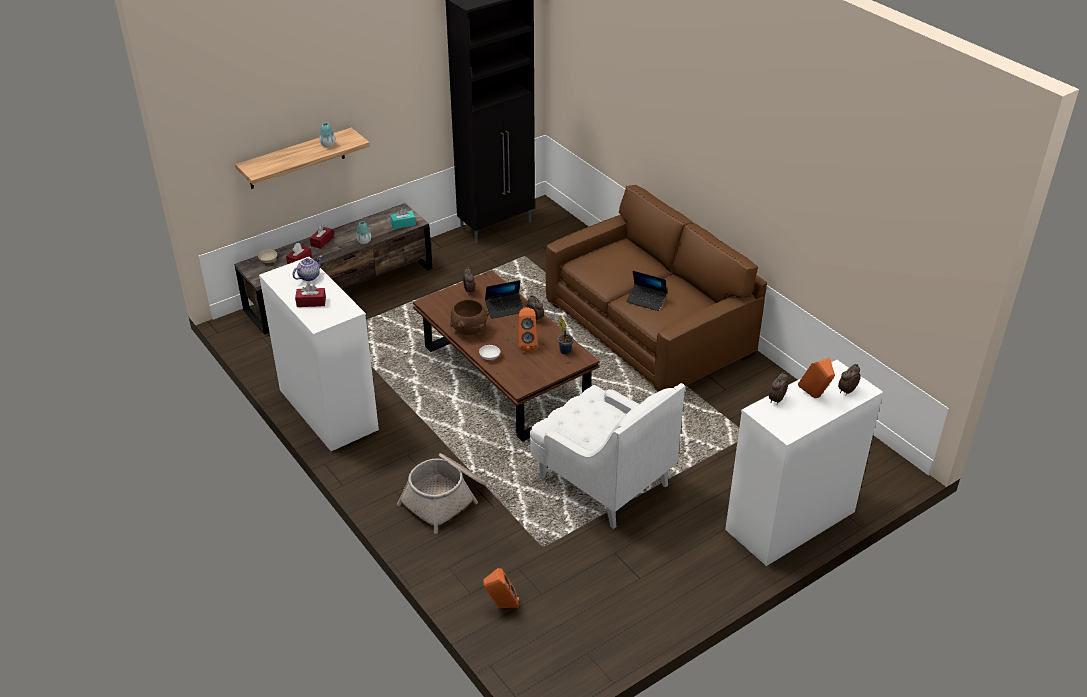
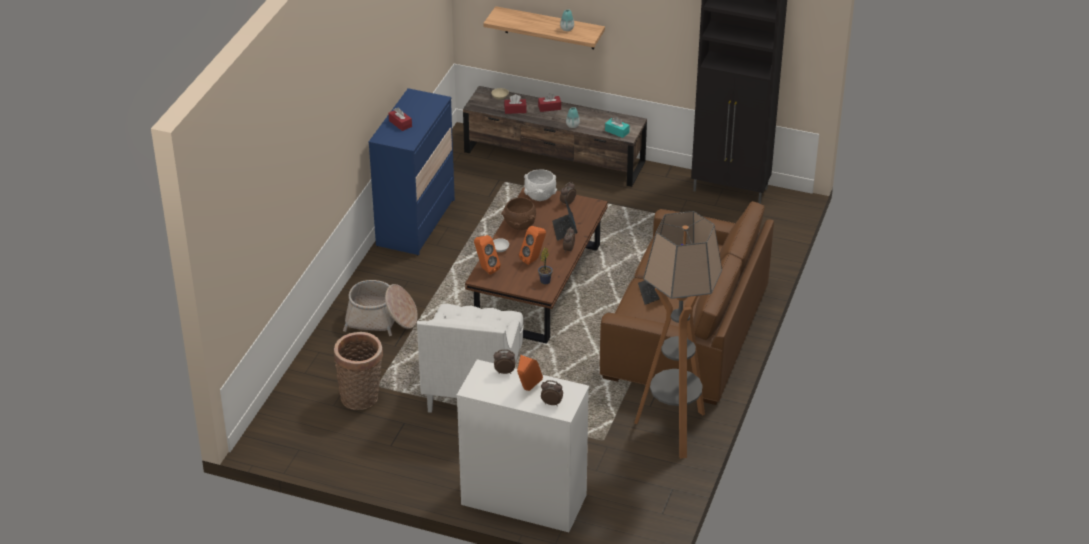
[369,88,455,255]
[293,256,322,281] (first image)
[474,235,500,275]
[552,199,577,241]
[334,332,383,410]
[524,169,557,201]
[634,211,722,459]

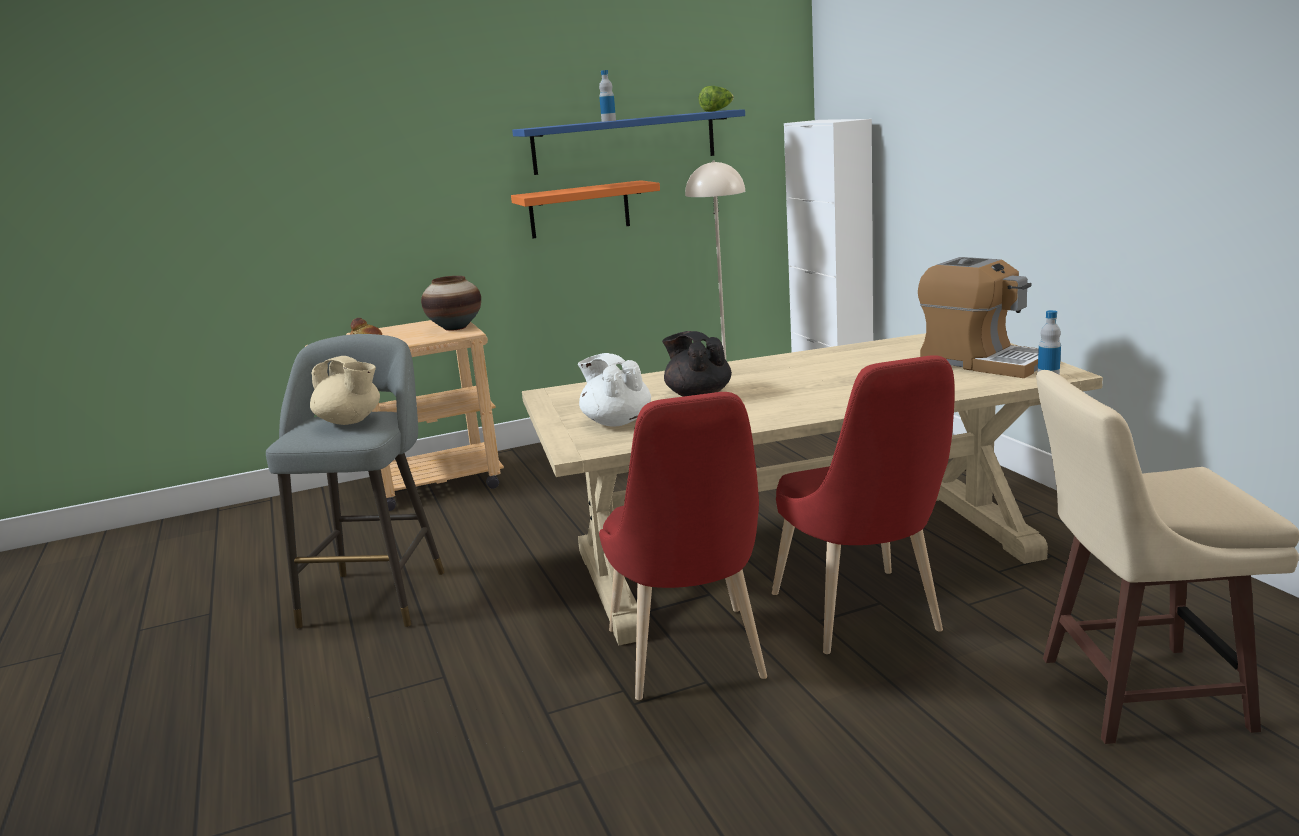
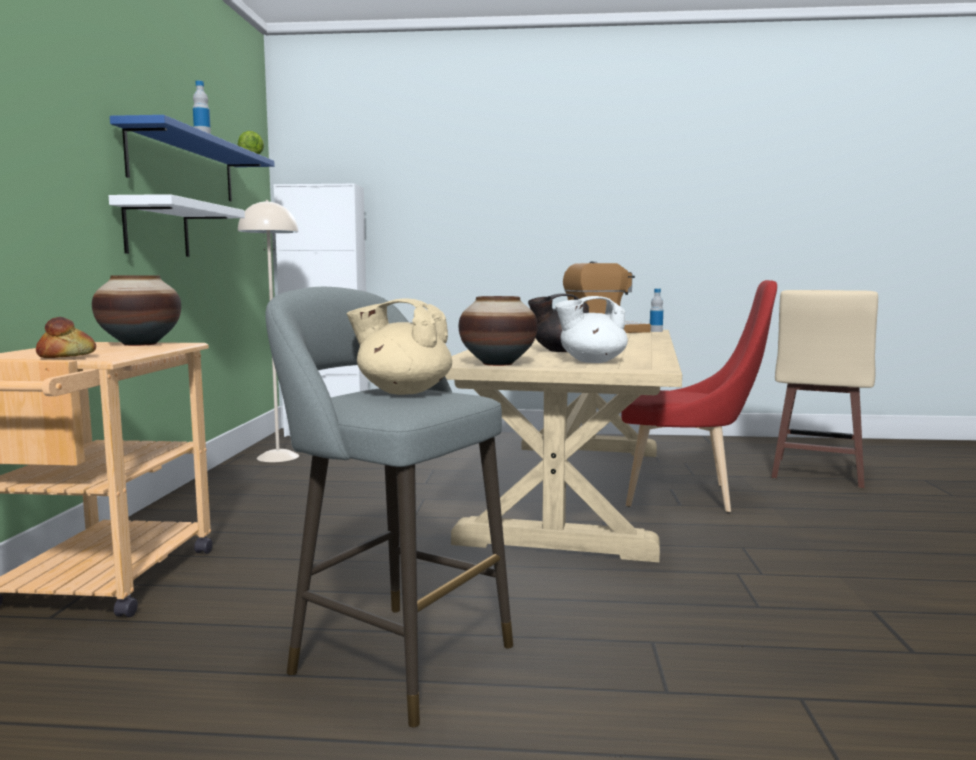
[347,299,452,395]
[109,194,245,257]
[599,392,767,700] (first image)
[459,296,538,366]

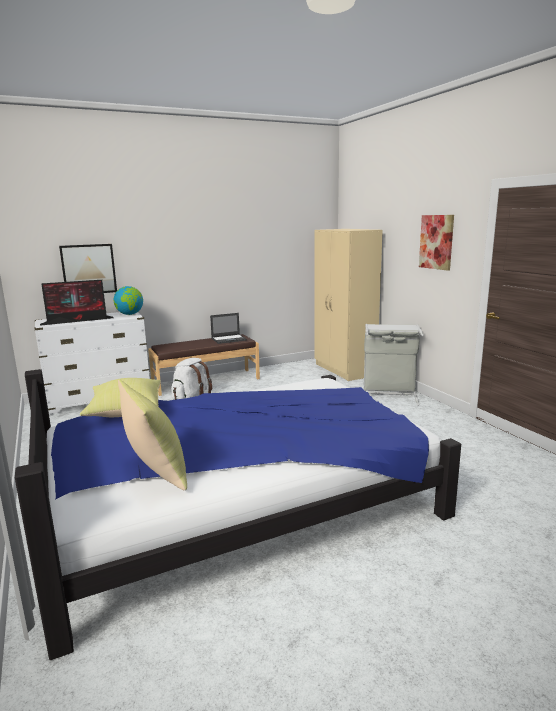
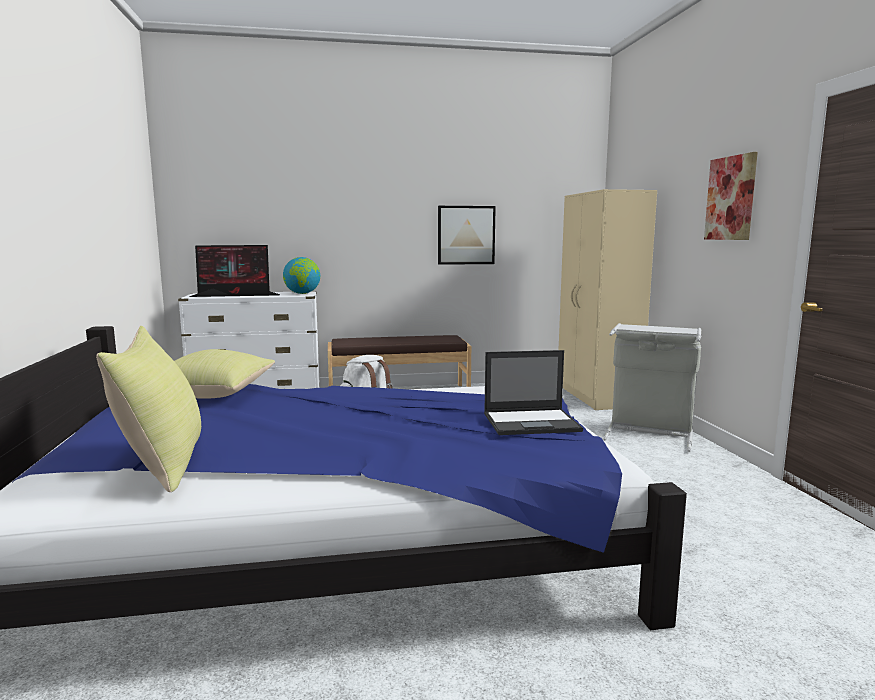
[438,206,496,265]
[484,350,583,435]

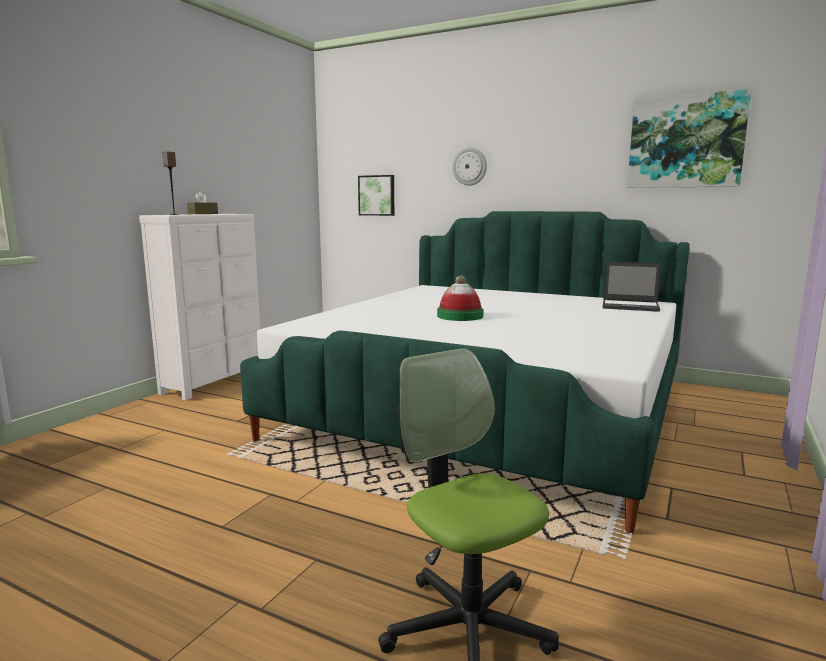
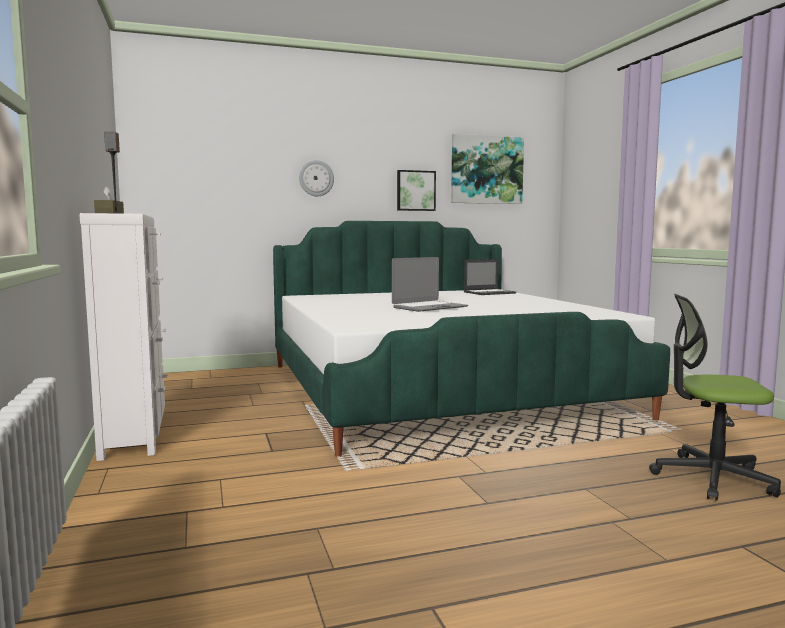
[397,170,436,211]
[392,257,468,312]

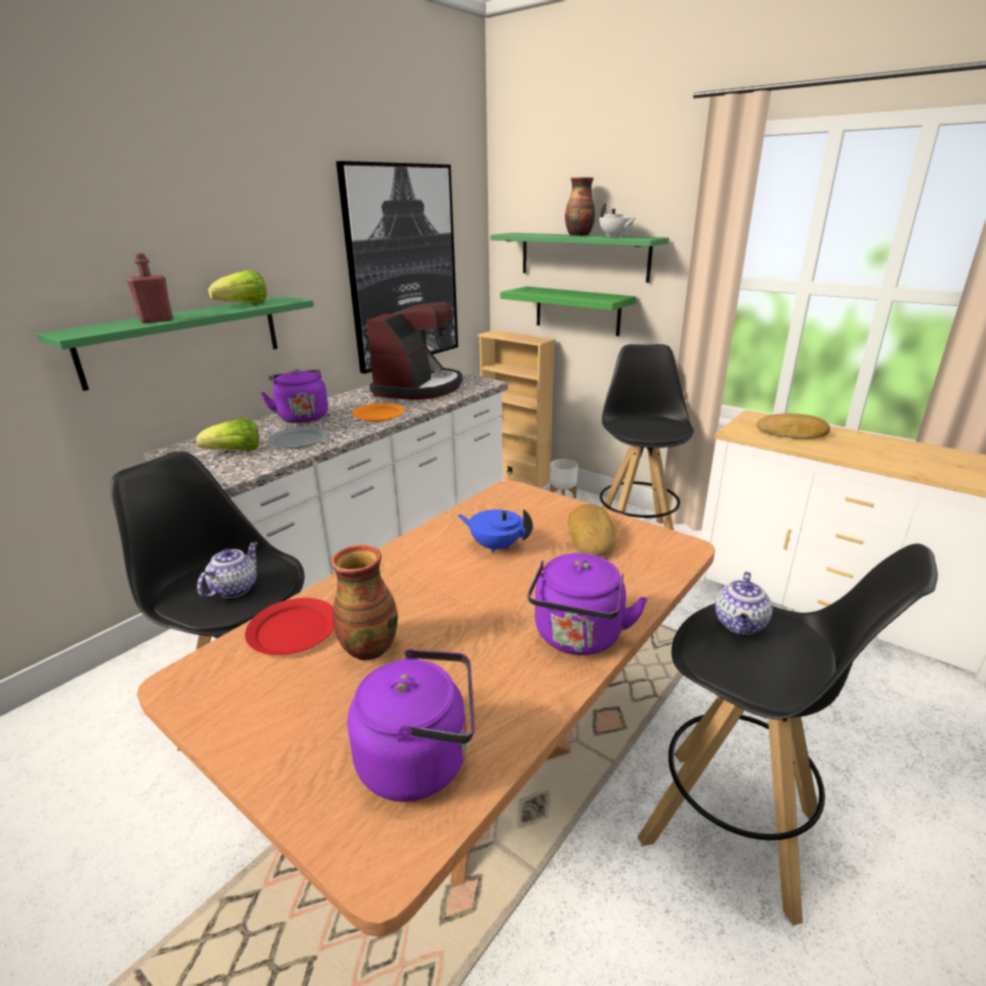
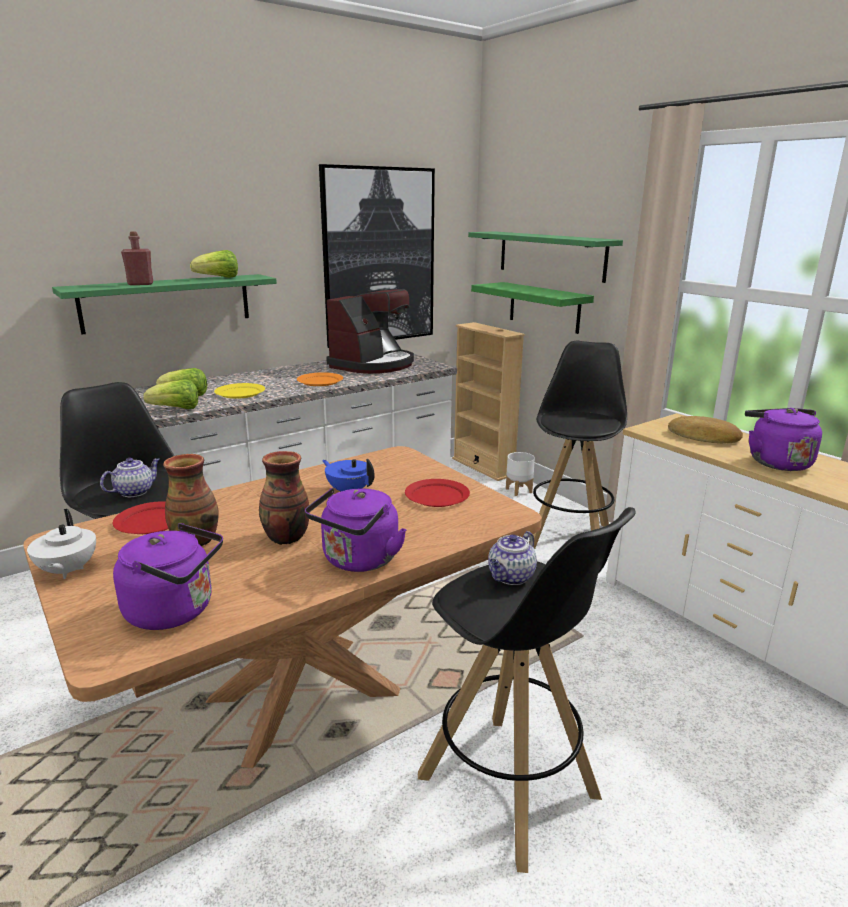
[745,408,822,471]
[214,383,265,399]
[259,451,310,545]
[405,479,470,507]
[27,509,96,579]
[143,379,198,409]

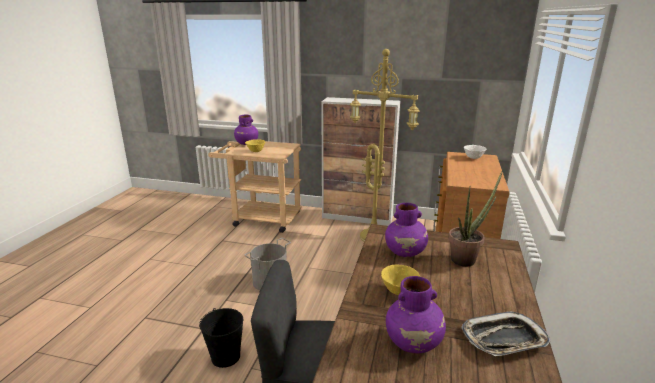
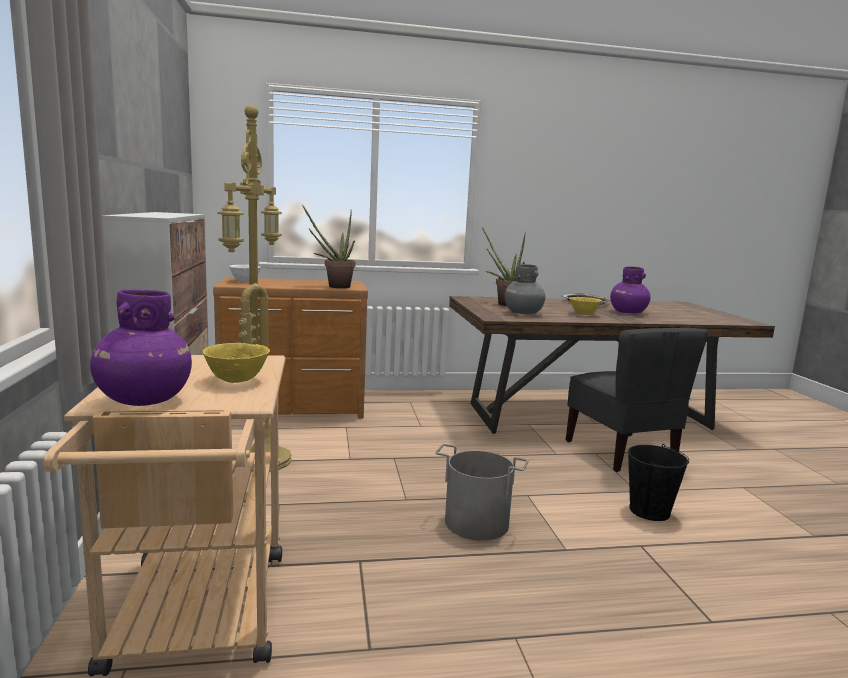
[504,264,546,314]
[302,205,355,288]

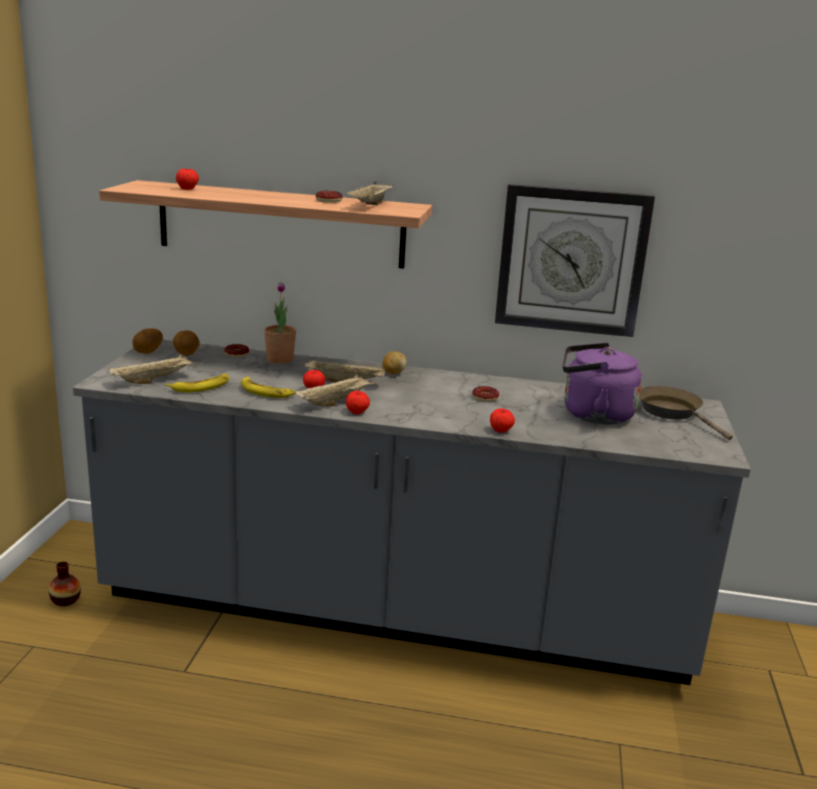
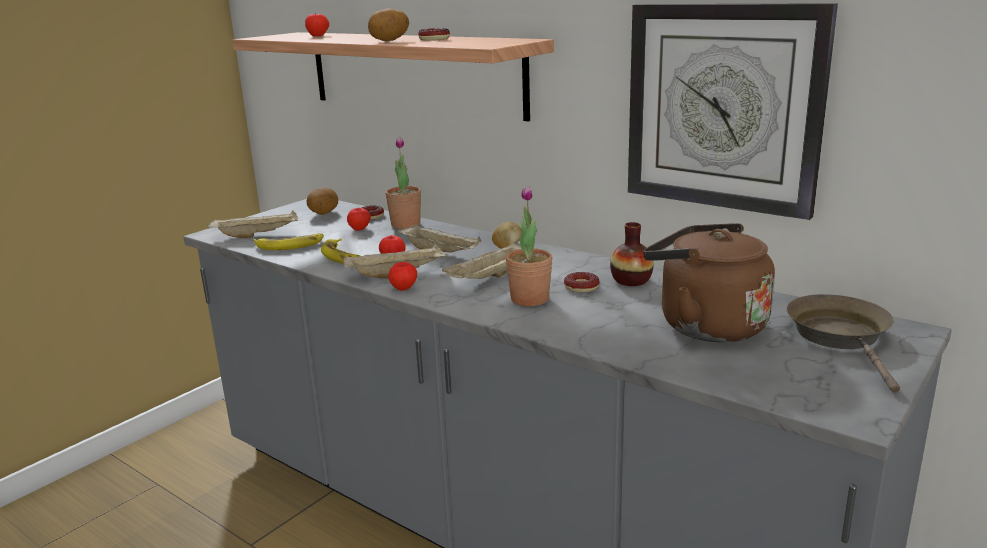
[610,222,654,286]
[368,8,409,41]
[442,241,521,279]
[347,208,371,231]
[643,223,775,342]
[506,186,553,306]

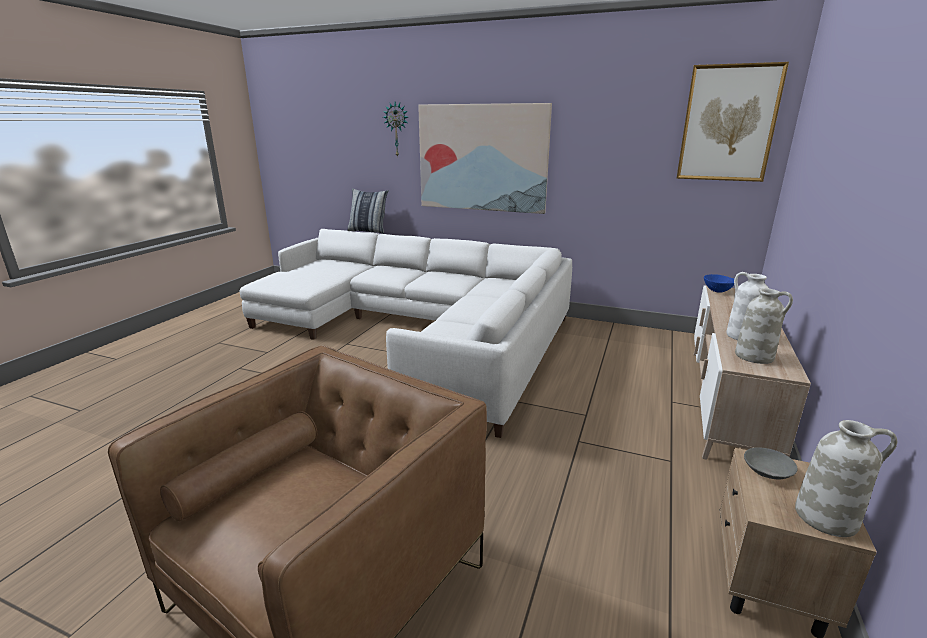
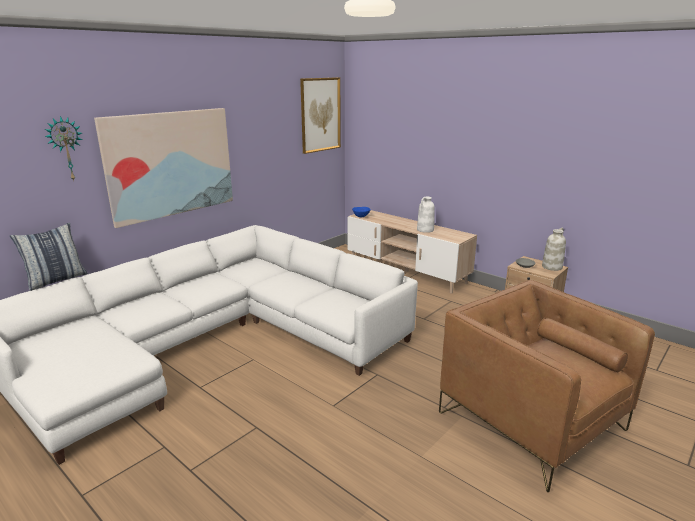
[735,288,793,364] (first image)

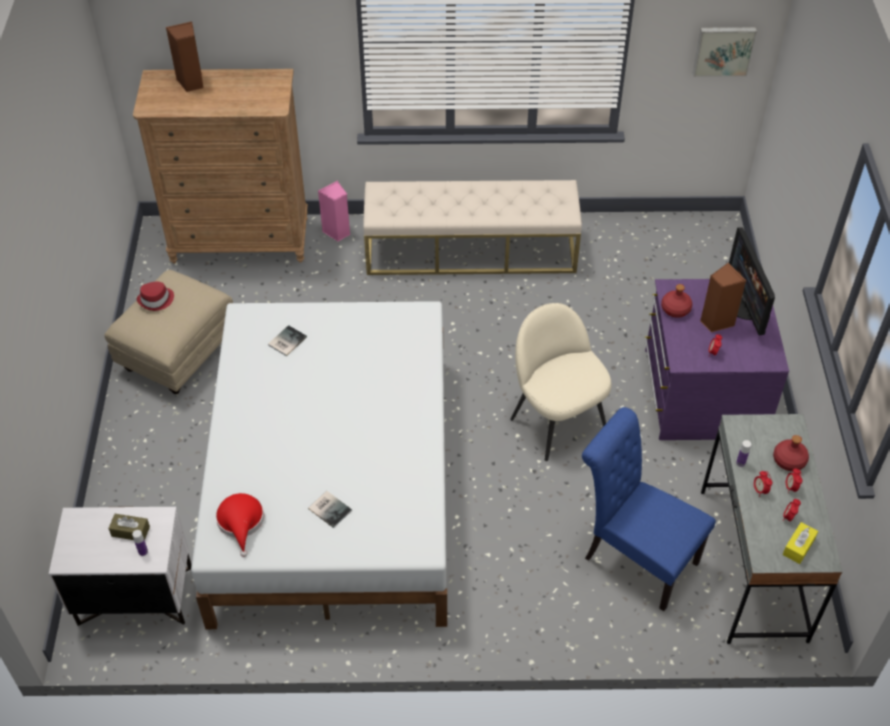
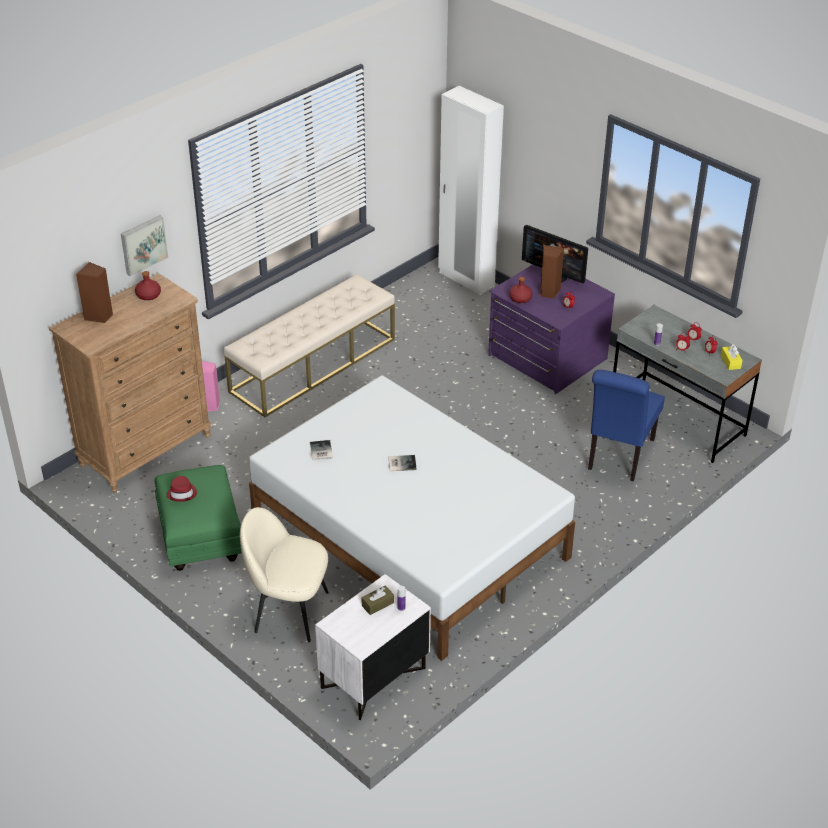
[154,465,242,571]
[216,493,264,557] (first image)
[388,455,417,471]
[240,507,329,642]
[588,370,665,481]
[121,215,168,276]
[135,271,161,300]
[438,86,504,295]

